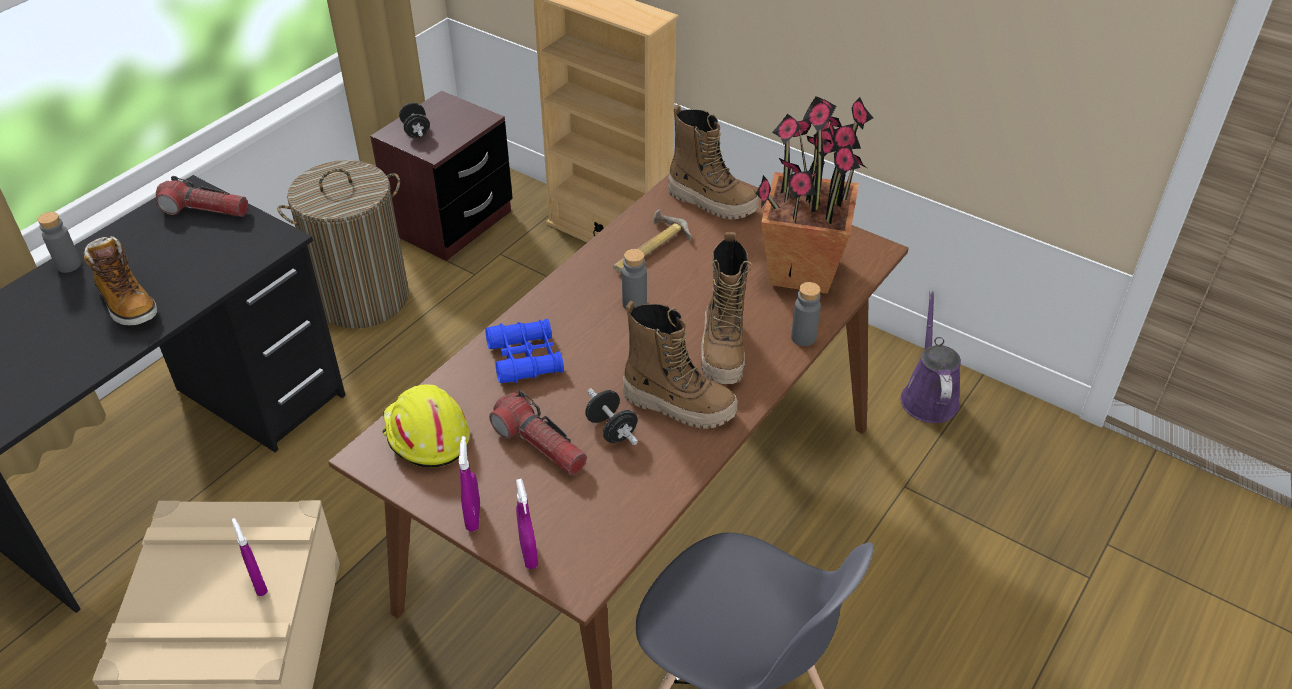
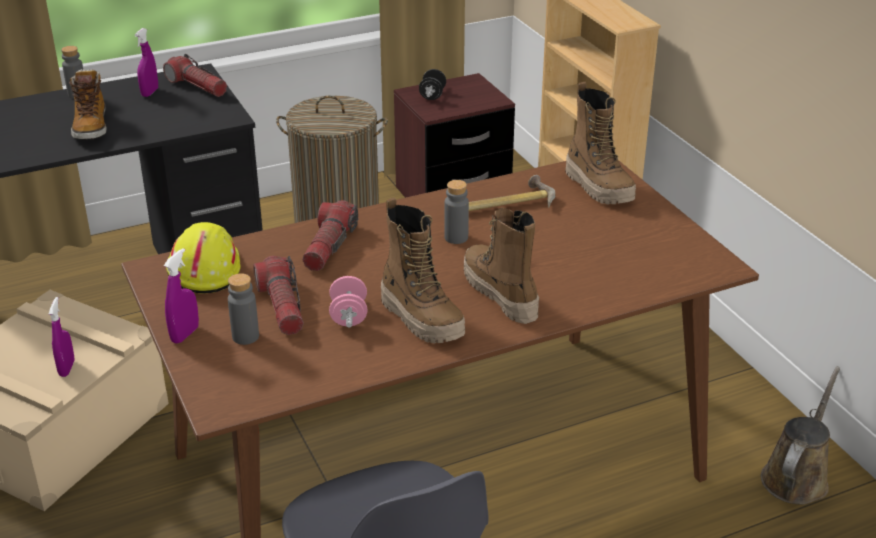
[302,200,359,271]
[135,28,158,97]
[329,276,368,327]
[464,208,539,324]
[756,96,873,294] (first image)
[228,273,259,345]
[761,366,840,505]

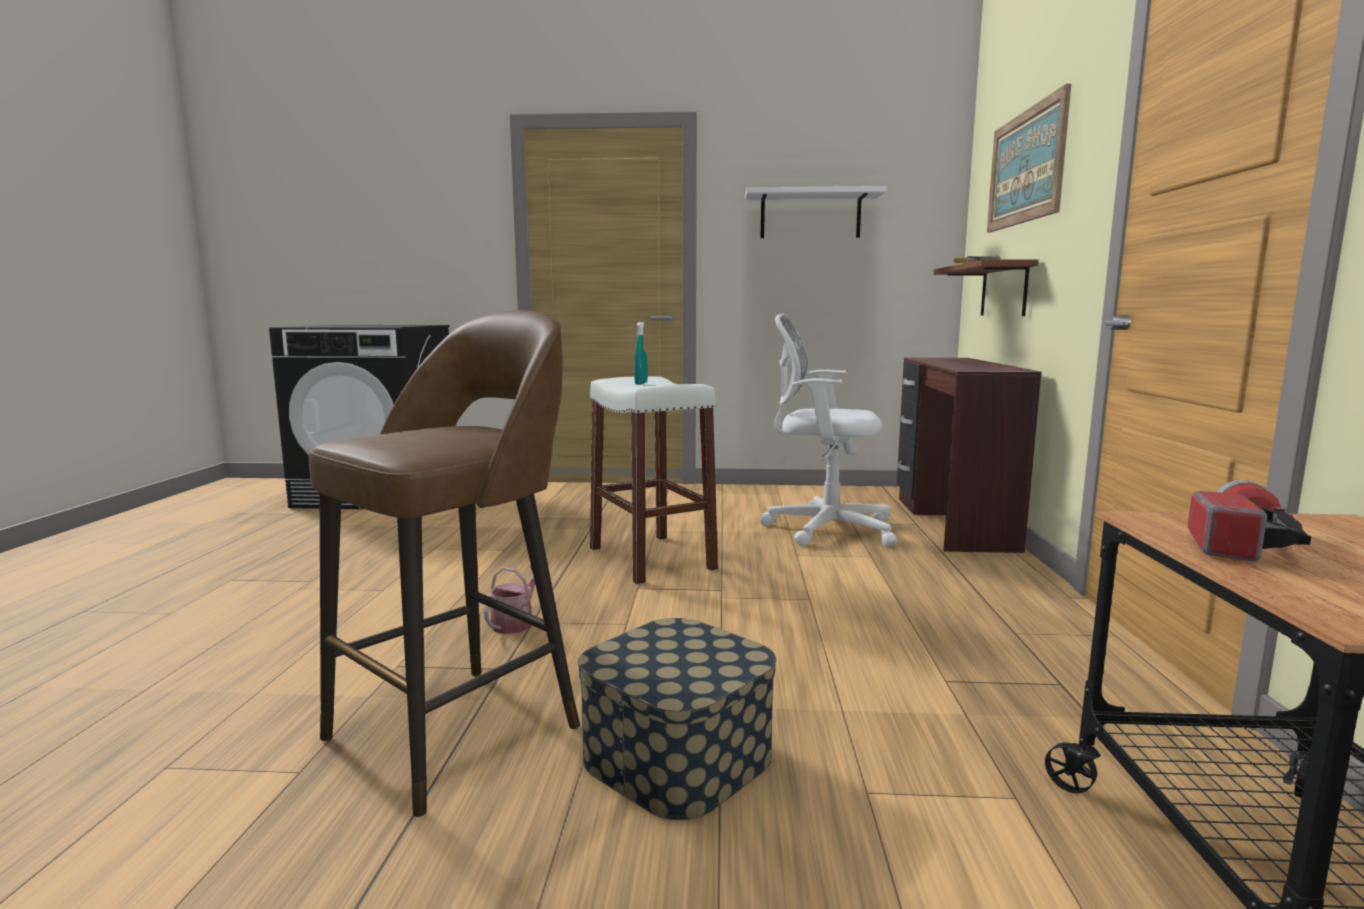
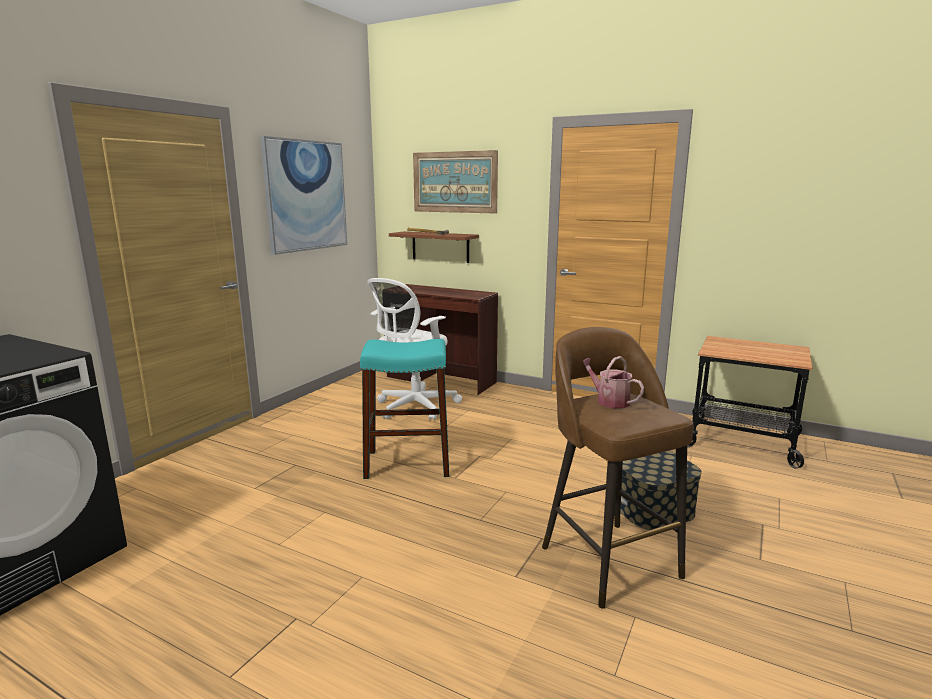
[583,356,644,408]
[360,339,449,479]
[634,322,648,385] (first image)
[260,136,347,255]
[1188,480,1311,561] (first image)

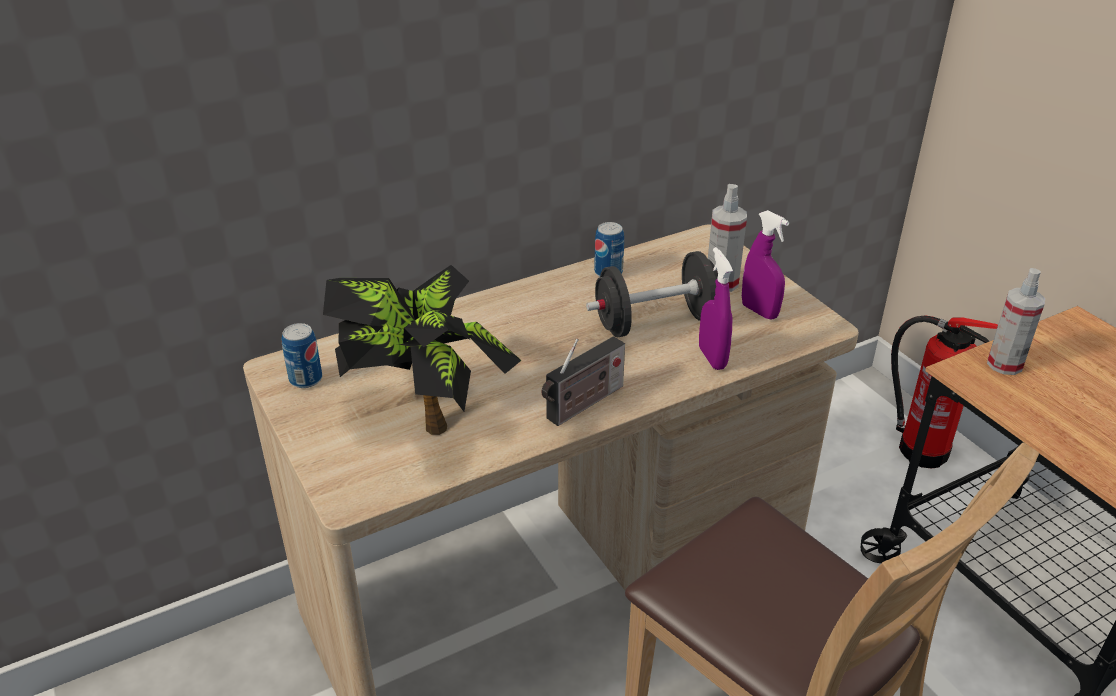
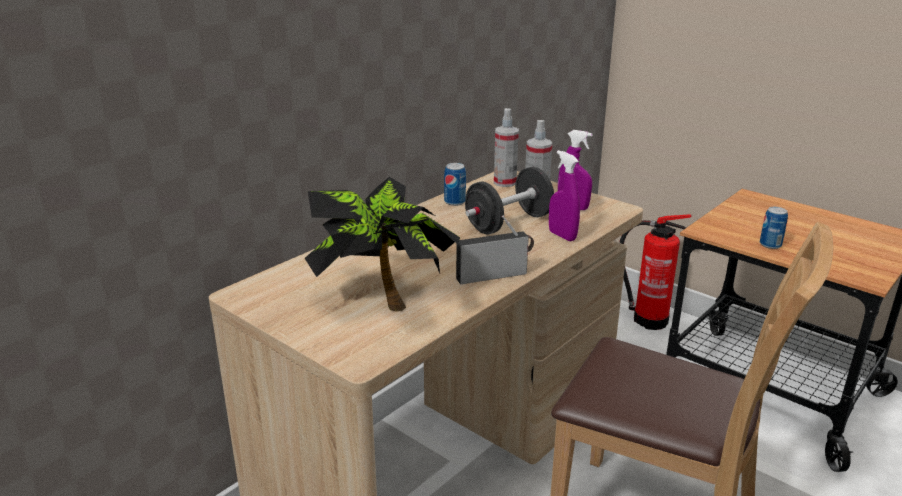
[760,207,788,249]
[456,215,534,284]
[494,108,519,187]

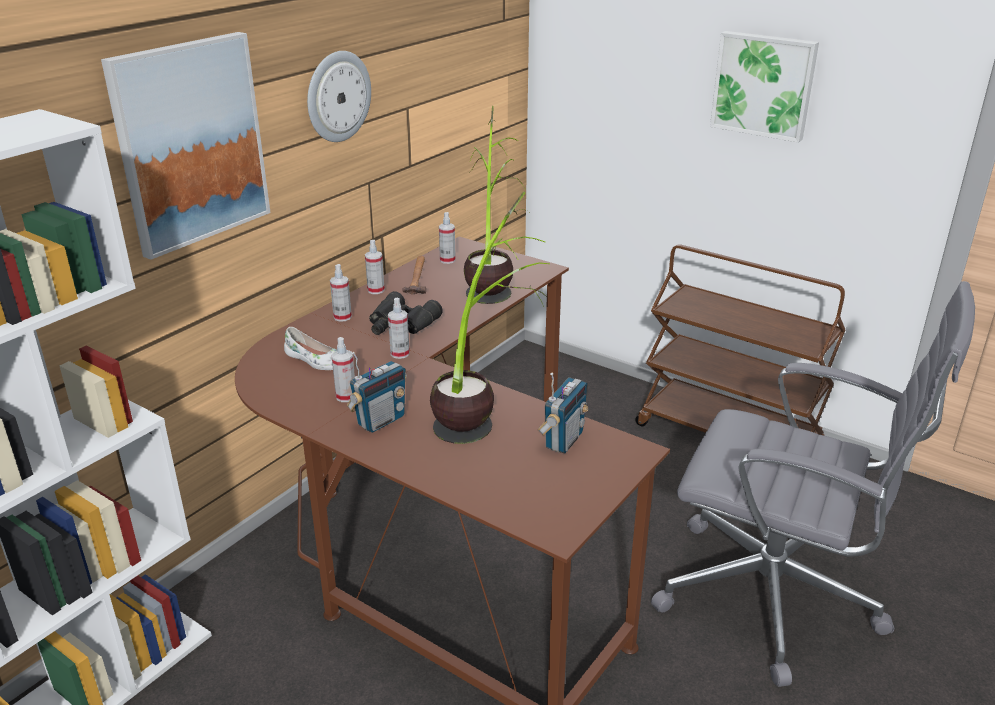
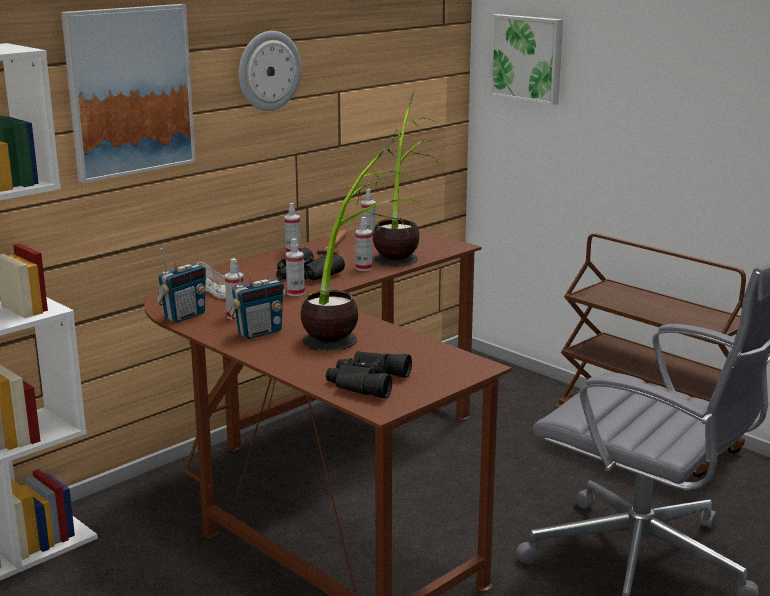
[355,217,372,271]
[155,248,207,323]
[489,14,563,105]
[326,351,412,398]

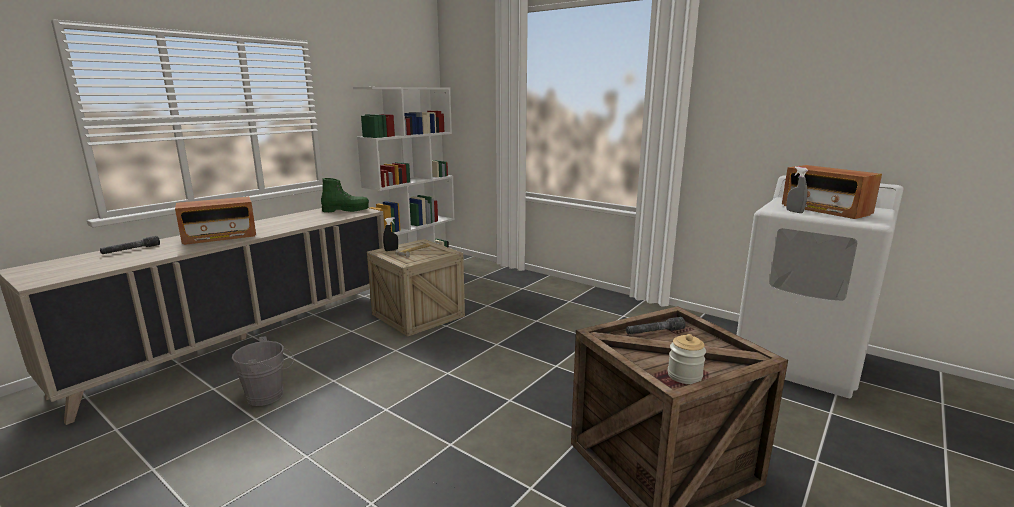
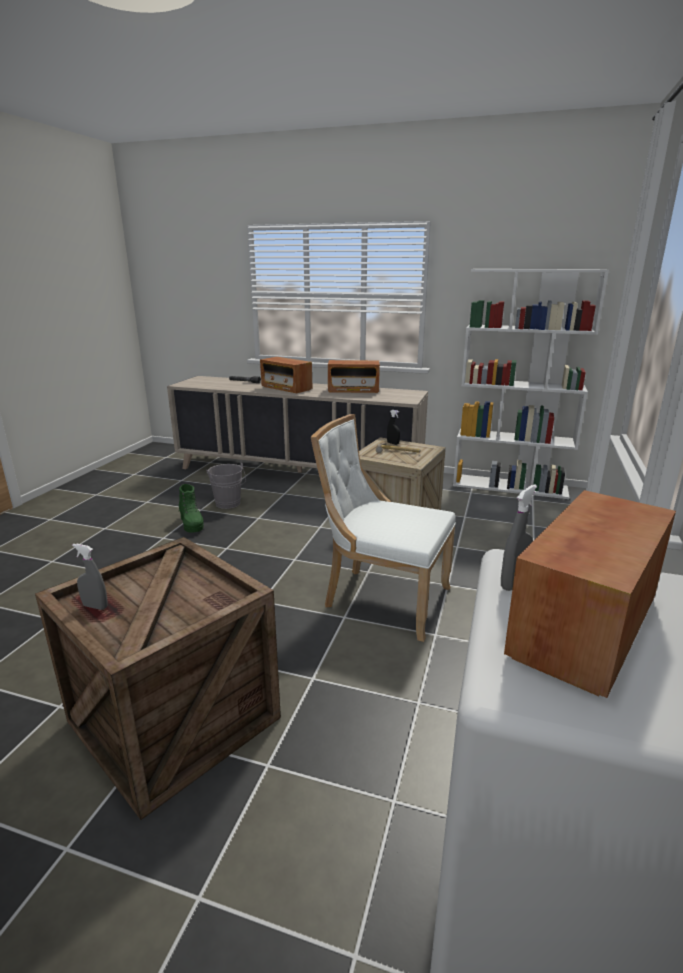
[178,484,204,533]
[626,317,686,334] (first image)
[72,544,108,610]
[311,414,456,642]
[328,360,380,393]

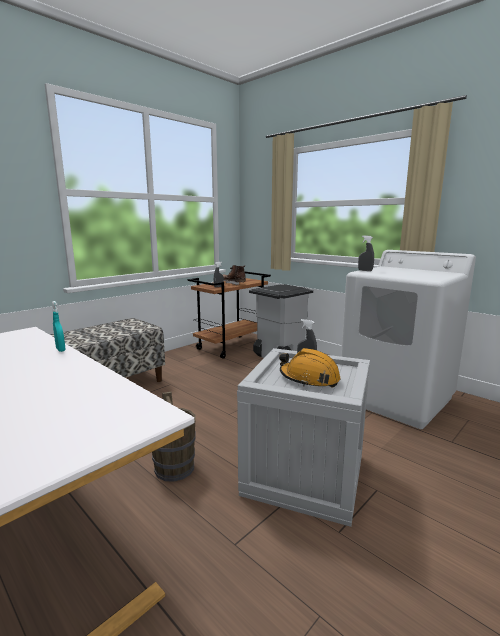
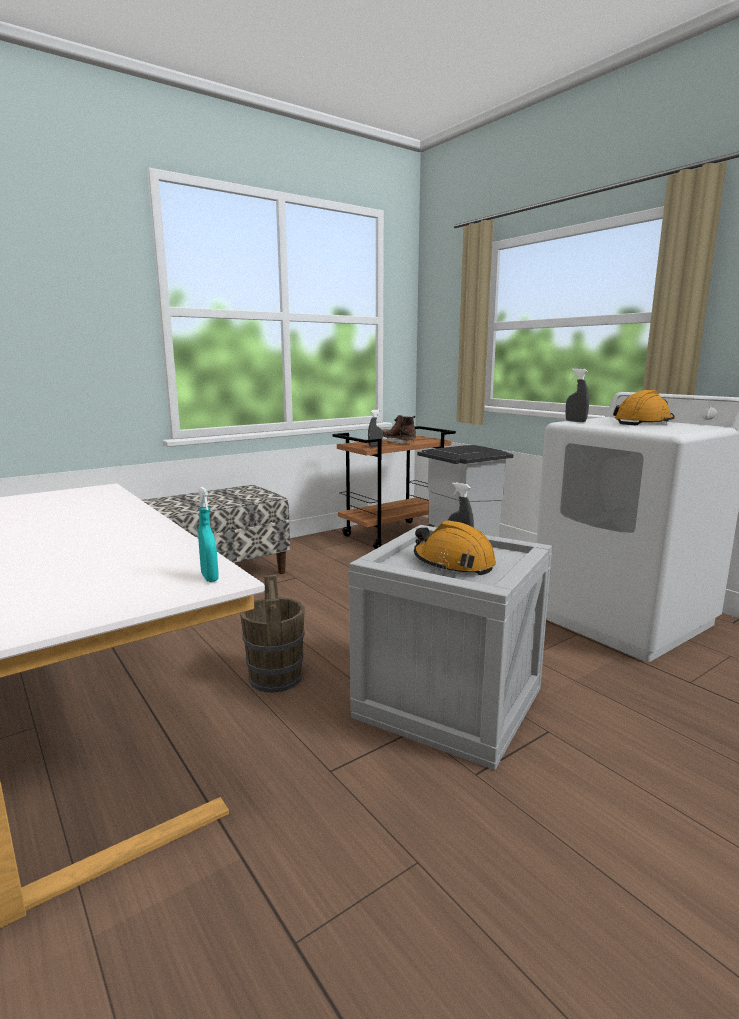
[198,487,219,582]
[613,390,675,425]

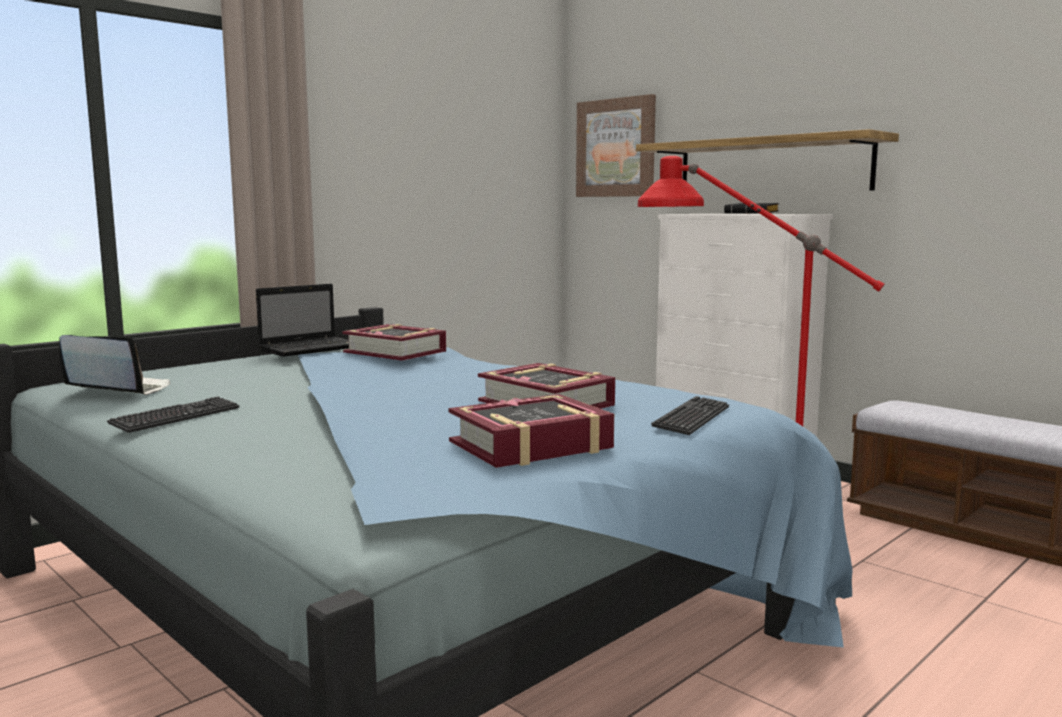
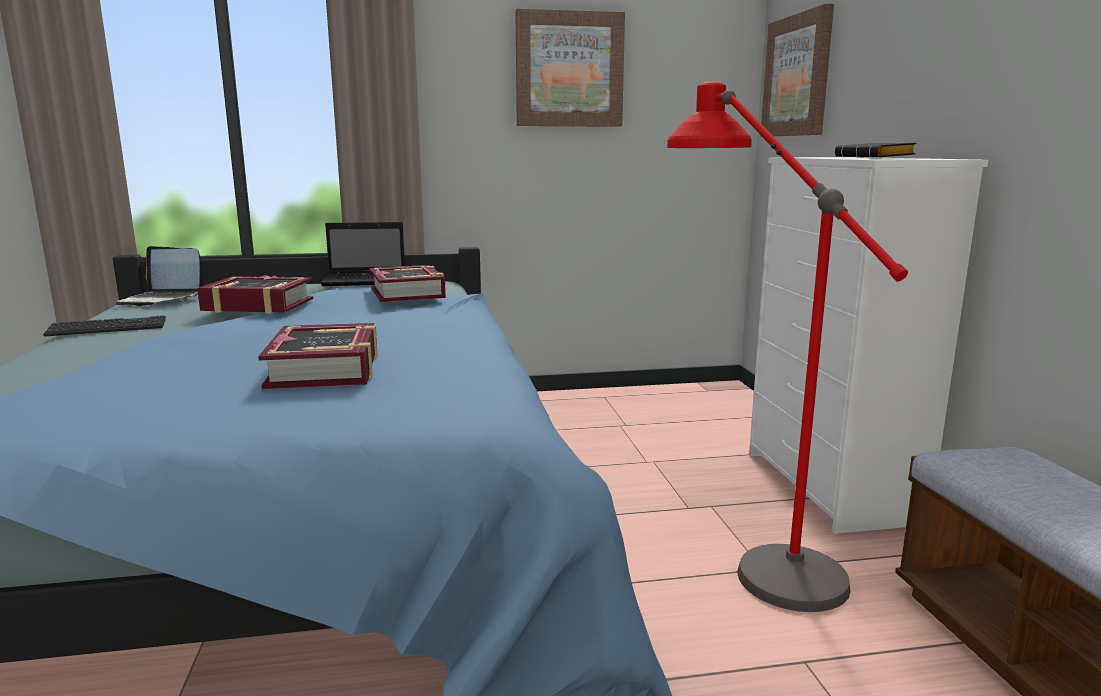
[116,246,203,306]
[197,275,313,313]
[636,129,899,190] (first image)
[651,396,729,435] (first image)
[515,9,625,127]

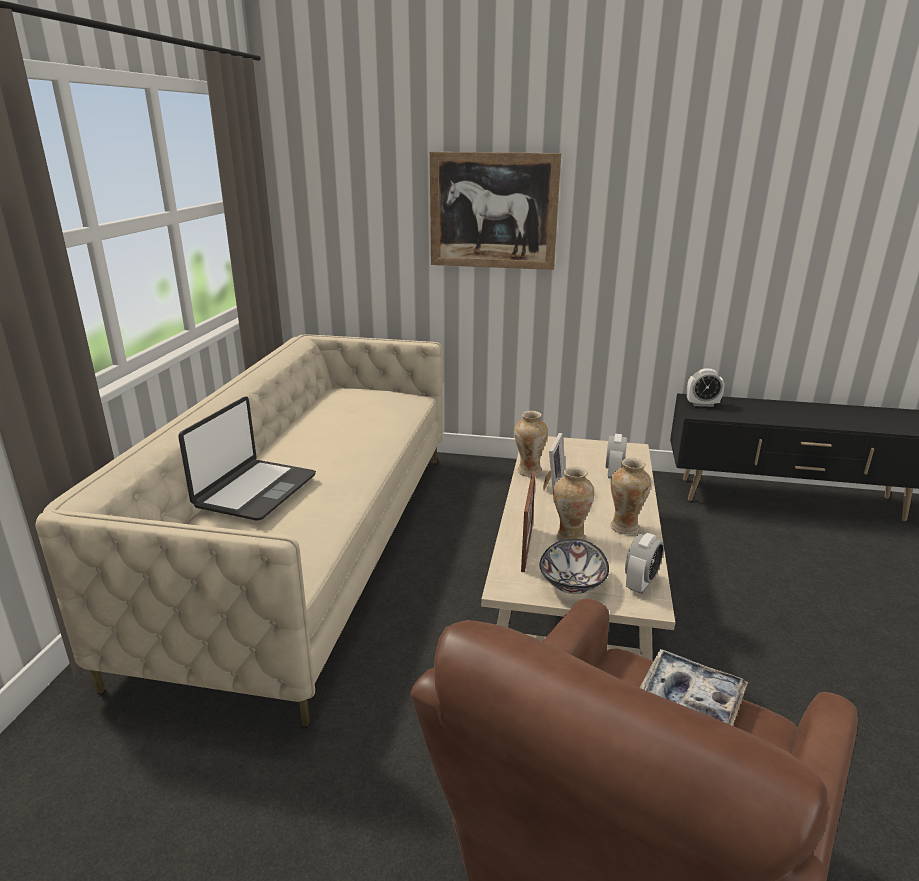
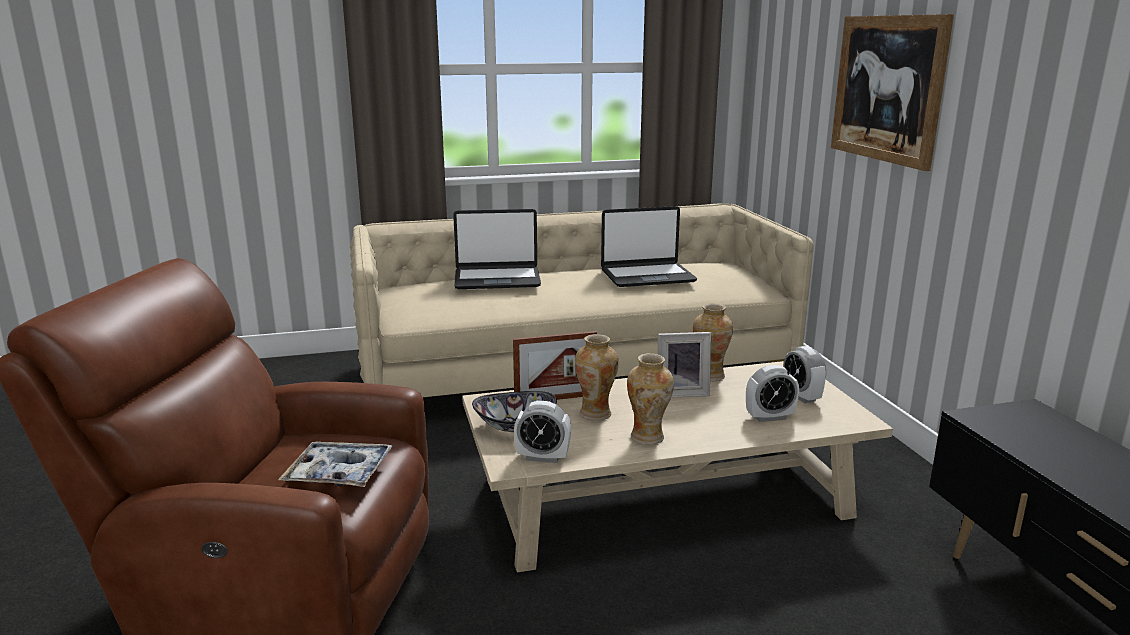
[783,346,826,403]
[601,206,697,287]

